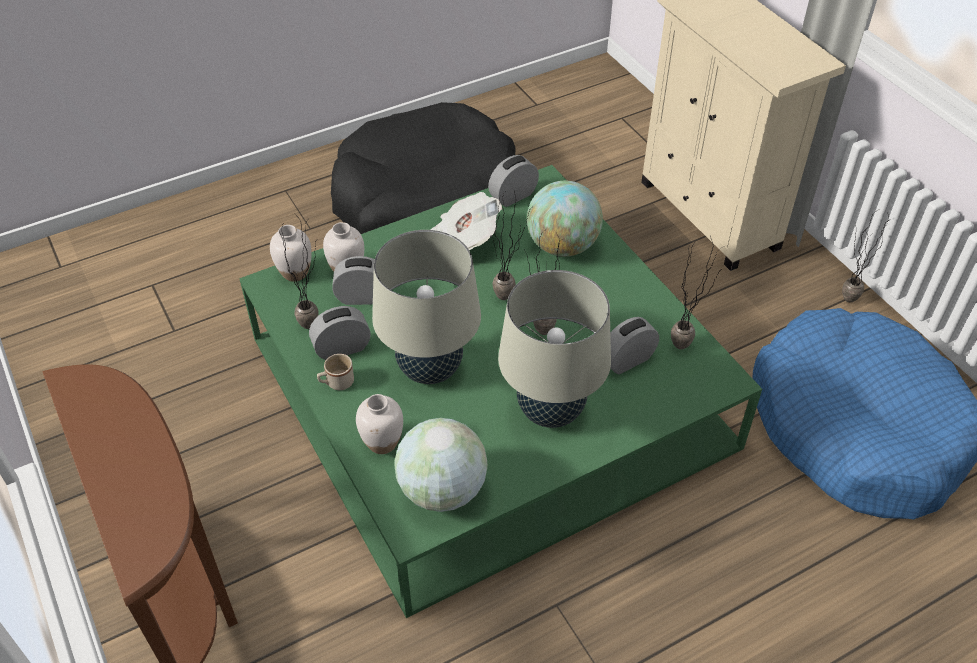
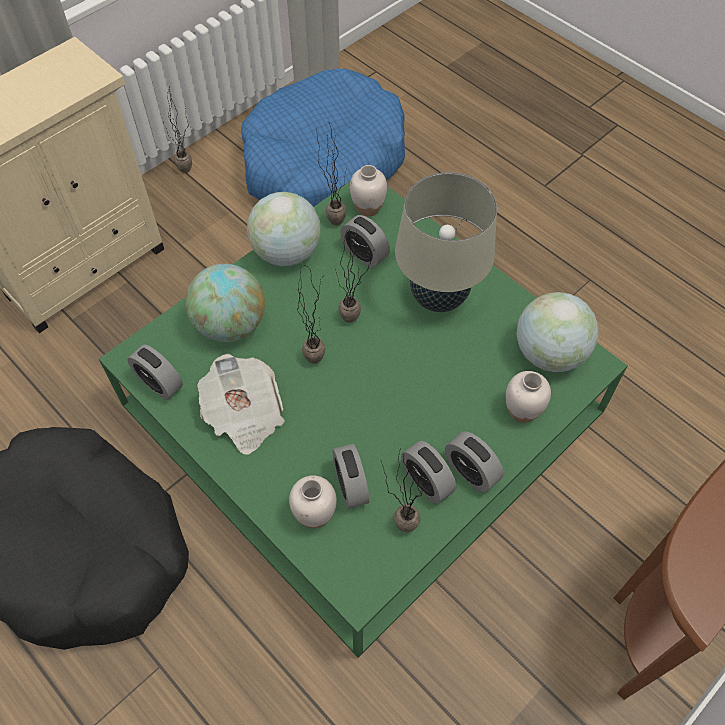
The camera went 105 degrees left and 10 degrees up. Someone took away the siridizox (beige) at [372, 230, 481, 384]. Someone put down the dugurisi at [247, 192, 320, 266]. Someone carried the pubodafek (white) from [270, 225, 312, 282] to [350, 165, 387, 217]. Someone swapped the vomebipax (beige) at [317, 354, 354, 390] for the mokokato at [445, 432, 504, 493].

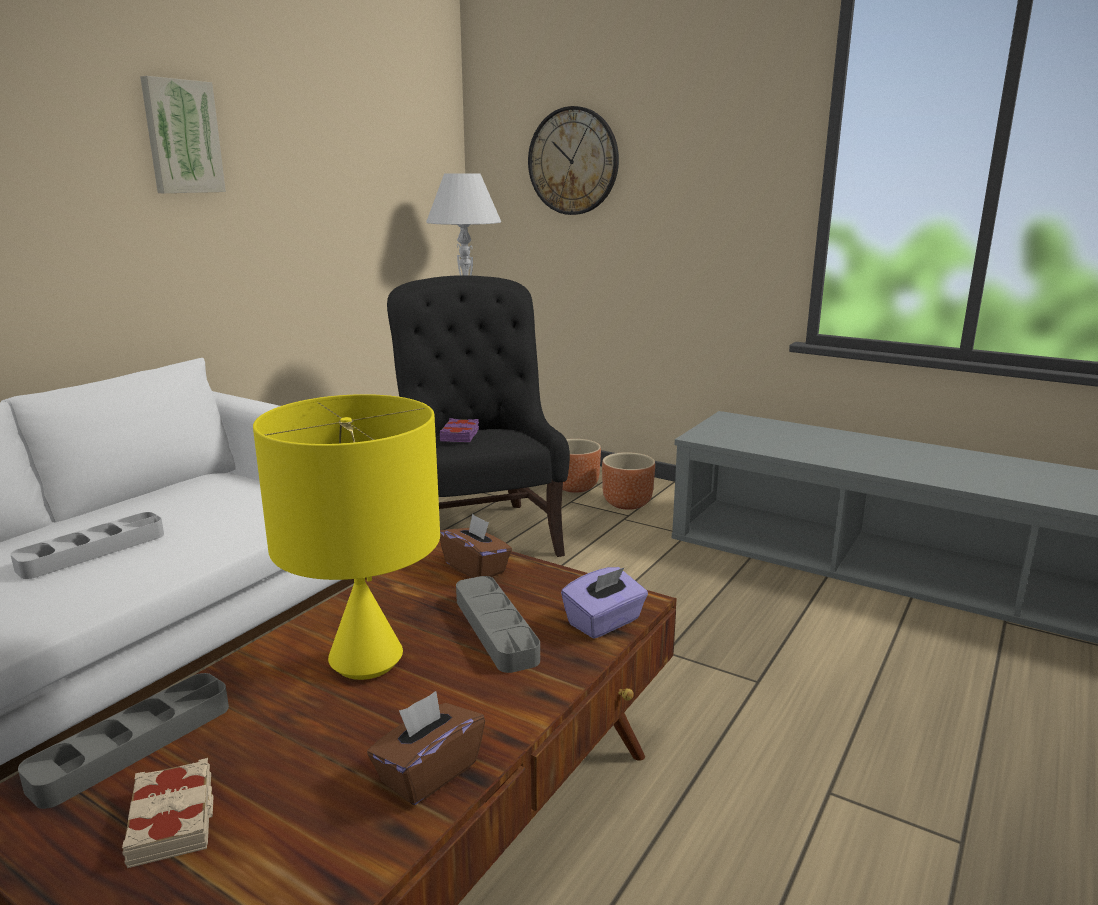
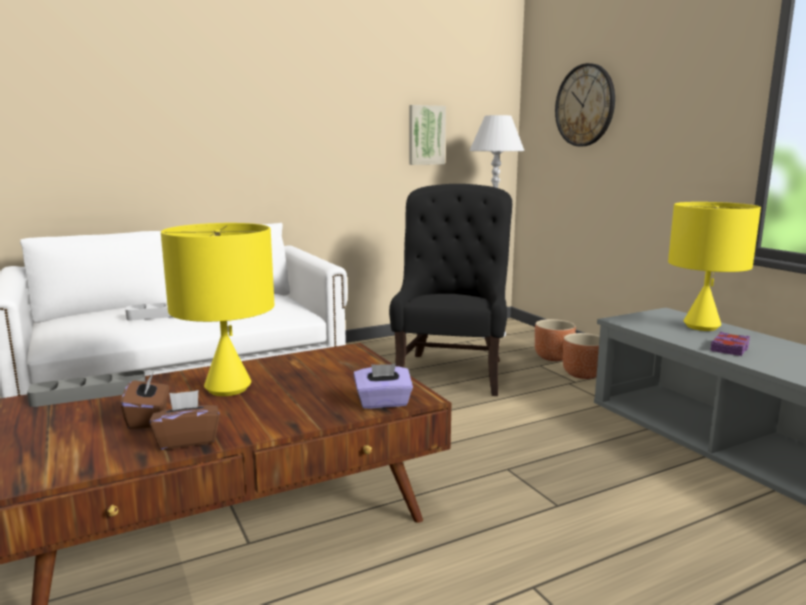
The camera went 30 degrees right and 5 degrees down. Someone took away the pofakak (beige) at [122, 758, 214, 868]. Someone took away the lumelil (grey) at [456, 576, 540, 673]. Someone put down the siridizox (yellow) at [668, 202, 761, 331]. Someone carried the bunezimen from [140, 76, 226, 193] to [409, 105, 446, 165]. Someone carried the pofakak (purple) from [440, 418, 479, 442] to [710, 332, 750, 356]. Someone carried the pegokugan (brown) from [440, 514, 512, 578] to [121, 372, 169, 429].

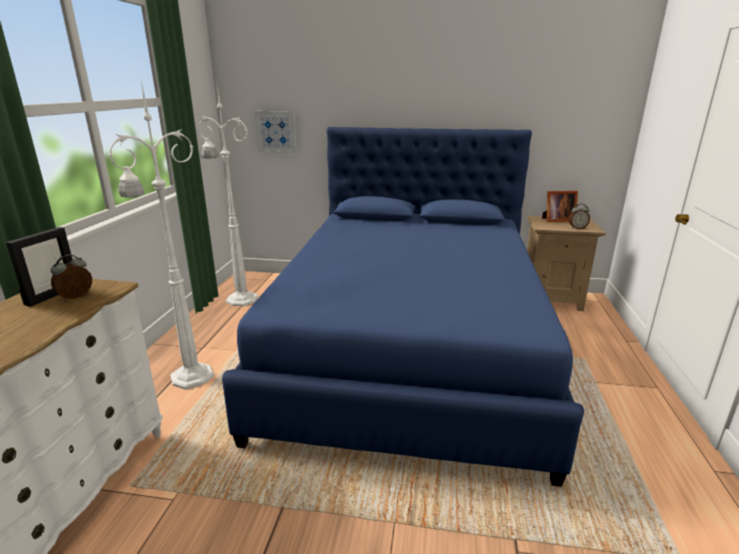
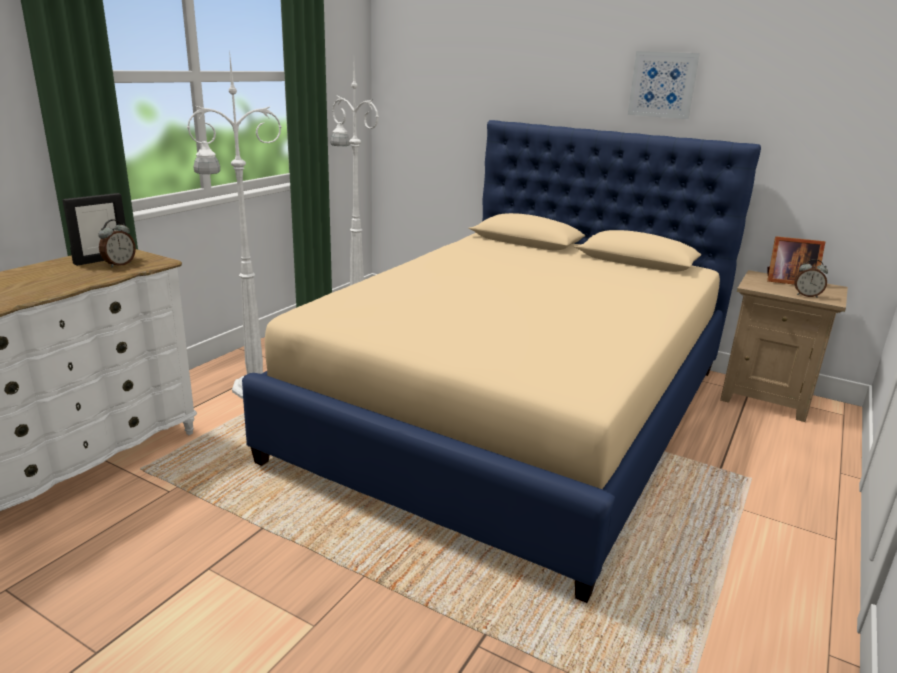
The camera went 20 degrees right and 0 degrees up. Someone carried the bunezimen from [255, 111, 297, 153] to [628, 51, 700, 119]. Someone repainted the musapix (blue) at [222, 127, 584, 487], which became the musapix (beige) at [242, 120, 761, 603]. Someone rotated the mokokato at [51, 254, 92, 300] by 150 degrees clockwise.

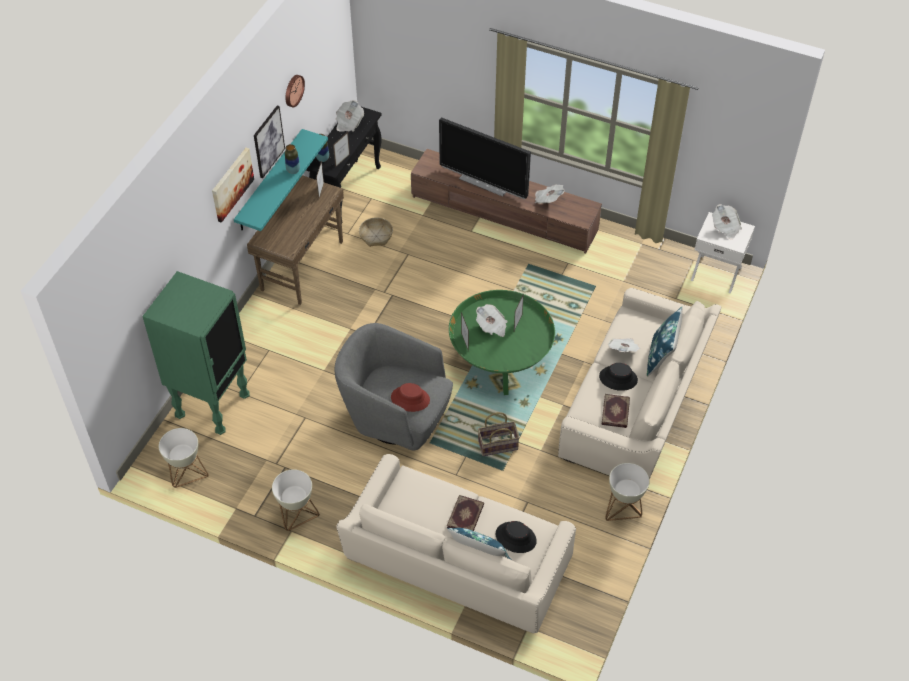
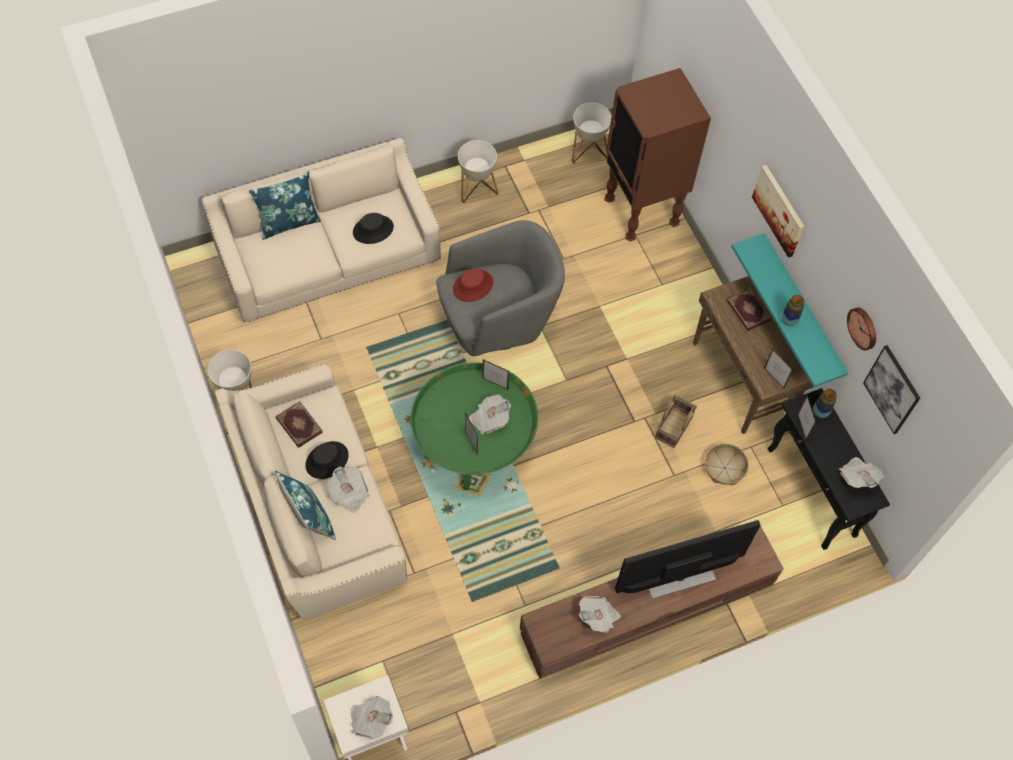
The camera went 130 degrees right and 10 degrees up. Someone carried the bunezimen from [254, 105, 285, 178] to [863, 345, 920, 434]. Someone carried the pofakak from [447, 495, 484, 531] to [727, 288, 772, 331]. Someone carried the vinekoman from [478, 412, 520, 456] to [655, 395, 697, 448]. Someone carried the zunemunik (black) from [496, 521, 537, 553] to [353, 213, 394, 244]. Someone repainted the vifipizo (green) at [142, 271, 250, 435], which became the vifipizo (brown) at [604, 68, 711, 241].

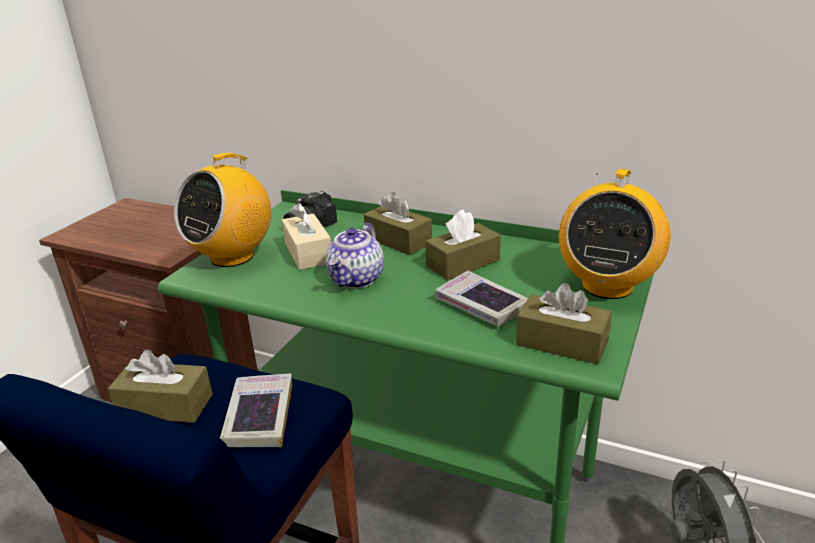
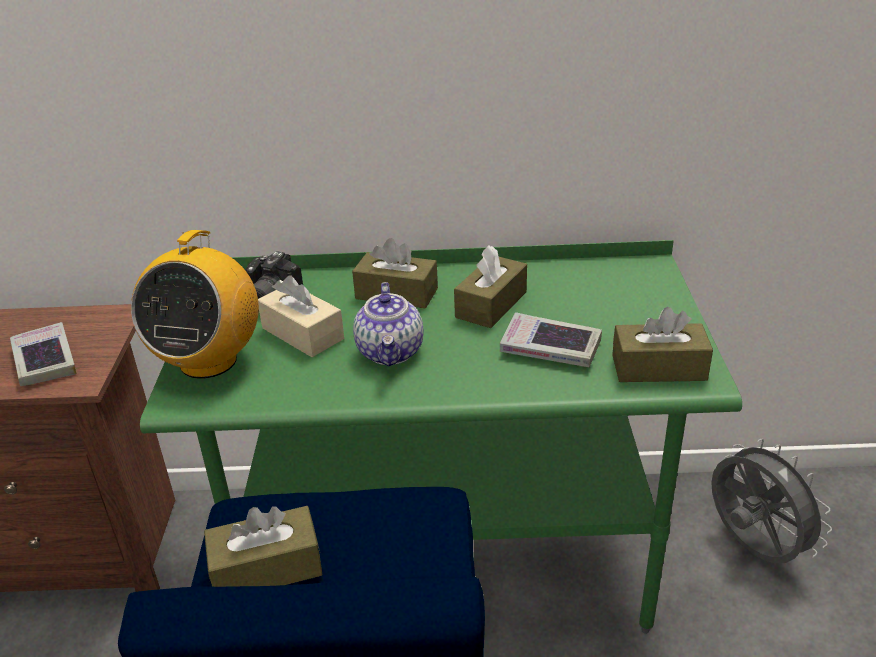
The camera went 25 degrees left and 5 degrees up. Someone took away the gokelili at [559, 169, 670, 299]. Someone carried the pofakak from [220, 373, 292, 447] to [10, 322, 77, 386].

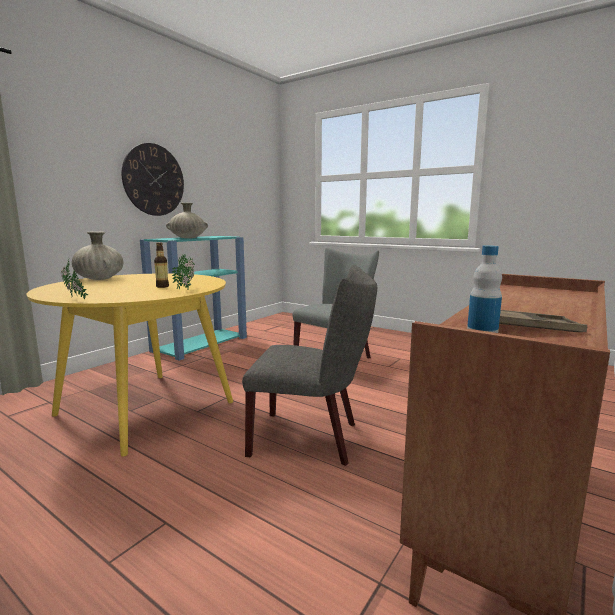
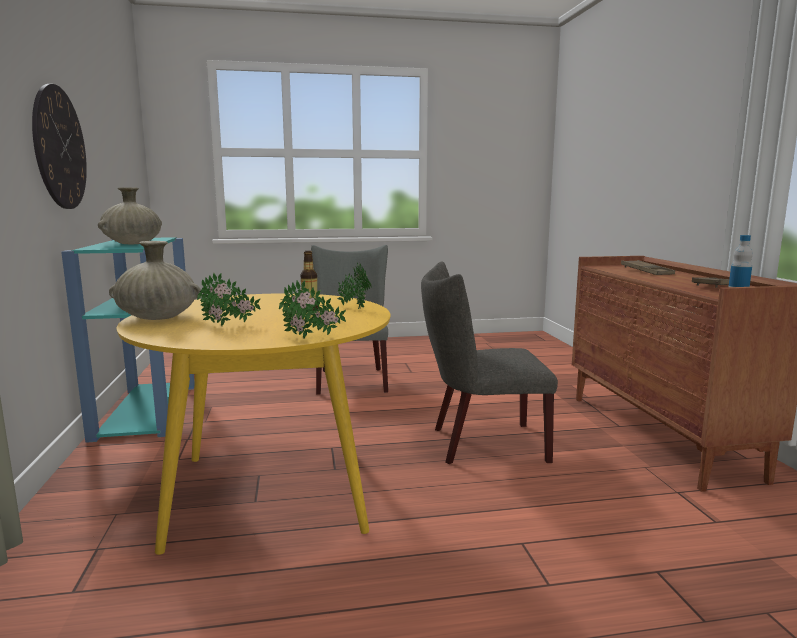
The camera went 45 degrees left and 0 degrees up. Someone put down the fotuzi at [197, 273, 261, 326]. Someone put down the lumelil (brown) at [621, 260, 675, 275]. Someone rotated the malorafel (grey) at [242, 265, 377, 466] by 150 degrees counterclockwise.

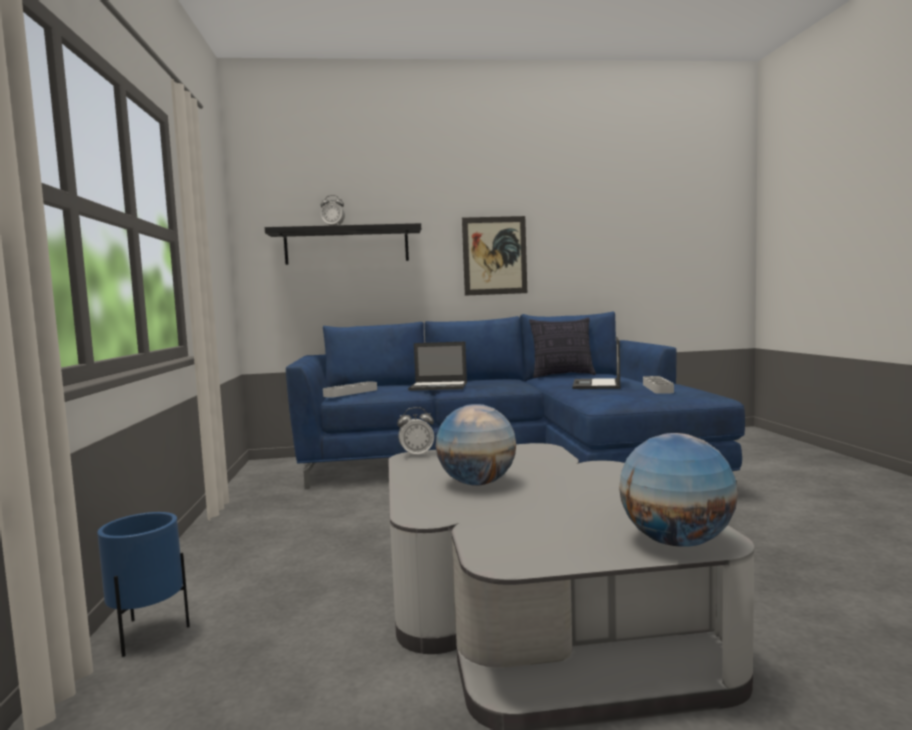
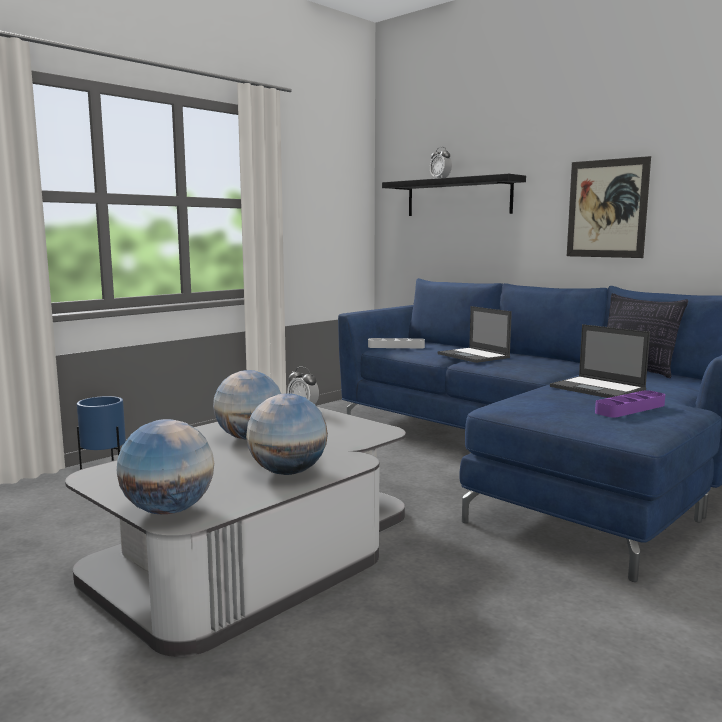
The camera went 50 degrees right and 5 degrees up. Someone put down the dugurisi at [246, 393, 328, 475]. Someone repainted the lumelil (grey) at [643, 376, 674, 394], which became the lumelil (purple) at [595, 390, 665, 418]. Someone rotated the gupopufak at [573, 337, 621, 389] by 105 degrees counterclockwise.

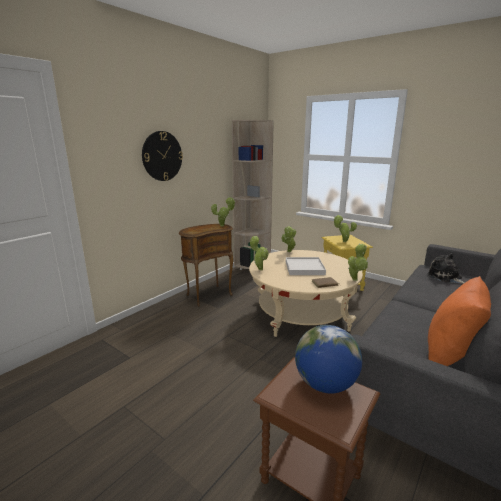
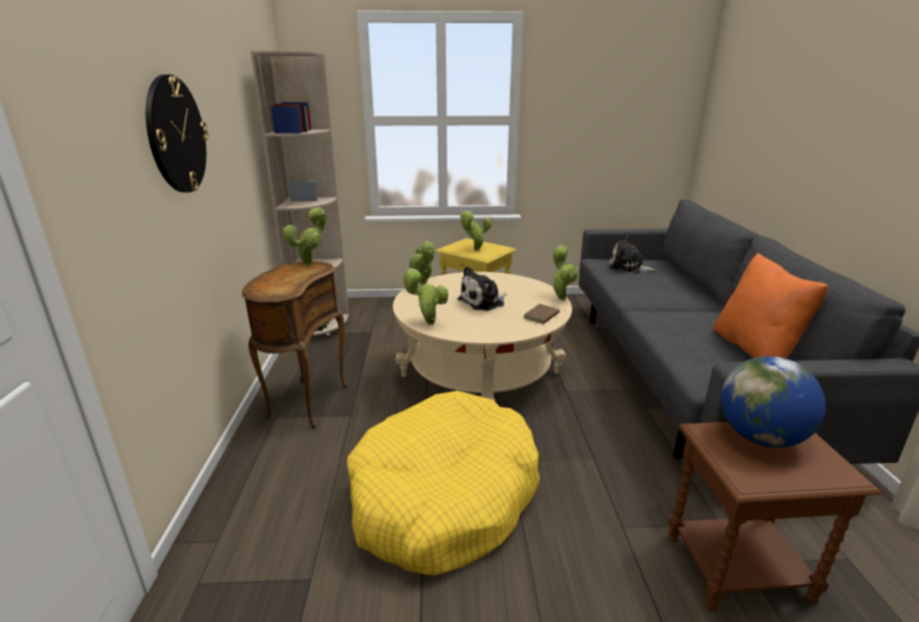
The camera went 40 degrees left and 5 degrees up. Someone put down the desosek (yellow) at [347, 391, 540, 575]. Someone swapped the lumelil (white) at [286, 257, 326, 275] for the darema at [458, 266, 507, 311].

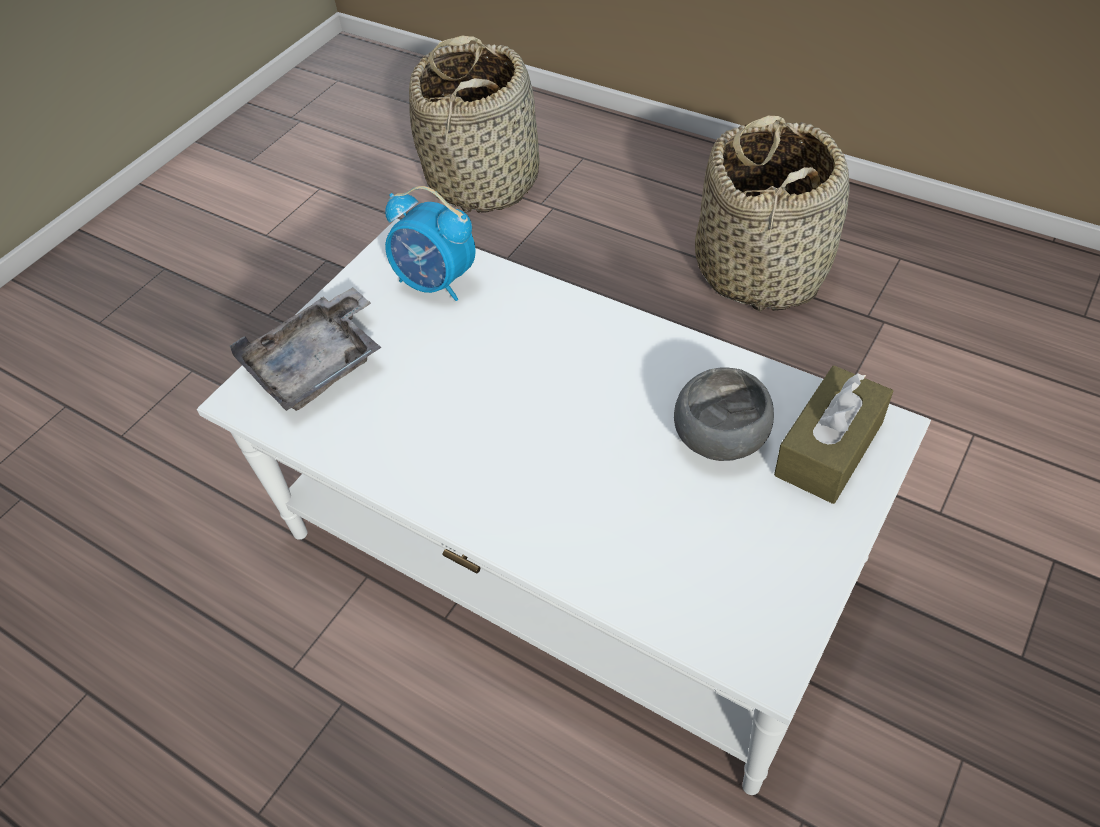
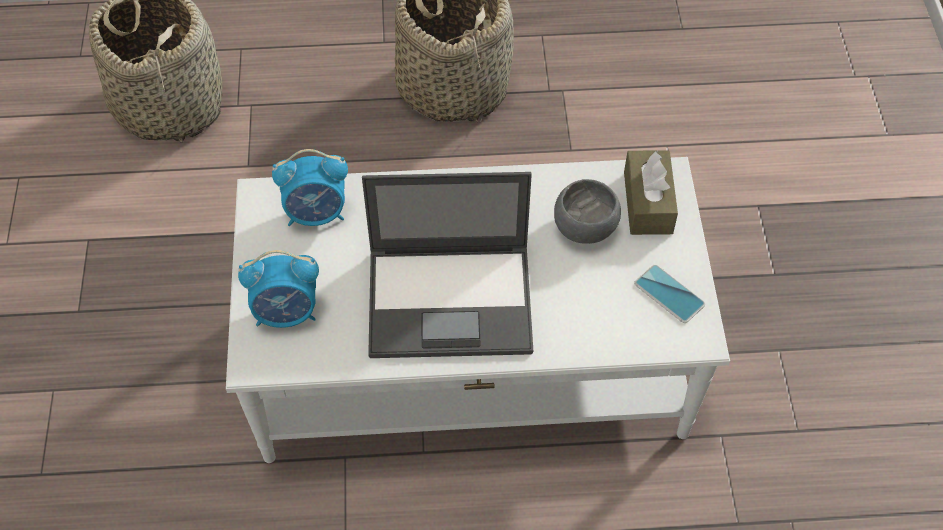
The camera went 40 degrees left and 5 degrees up. Someone put down the gupopufak at [362, 172, 533, 358]. Someone put down the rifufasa at [634, 265, 705, 323]. Someone swapped the lumelil (grey) at [230, 287, 381, 411] for the mokokato at [238, 250, 319, 328].

